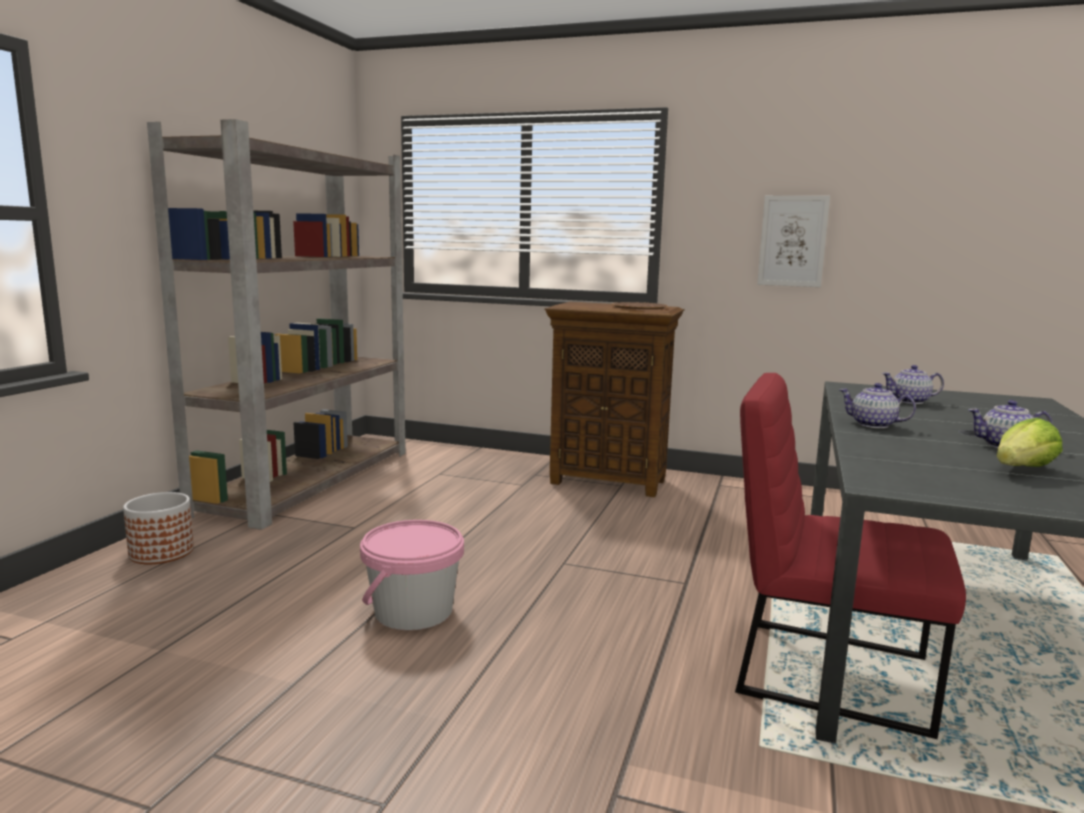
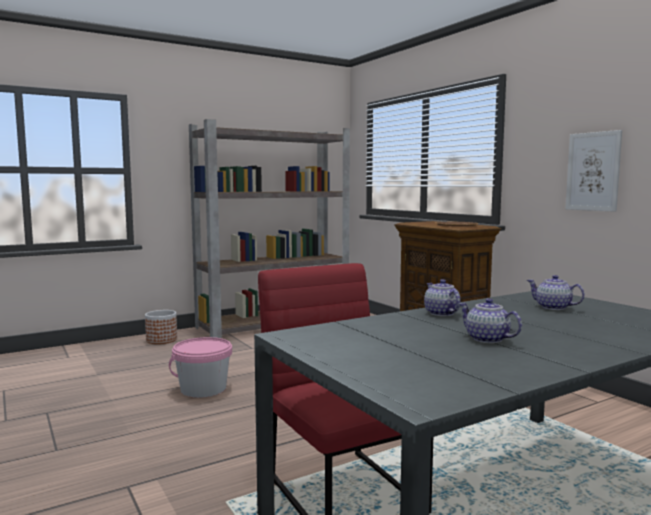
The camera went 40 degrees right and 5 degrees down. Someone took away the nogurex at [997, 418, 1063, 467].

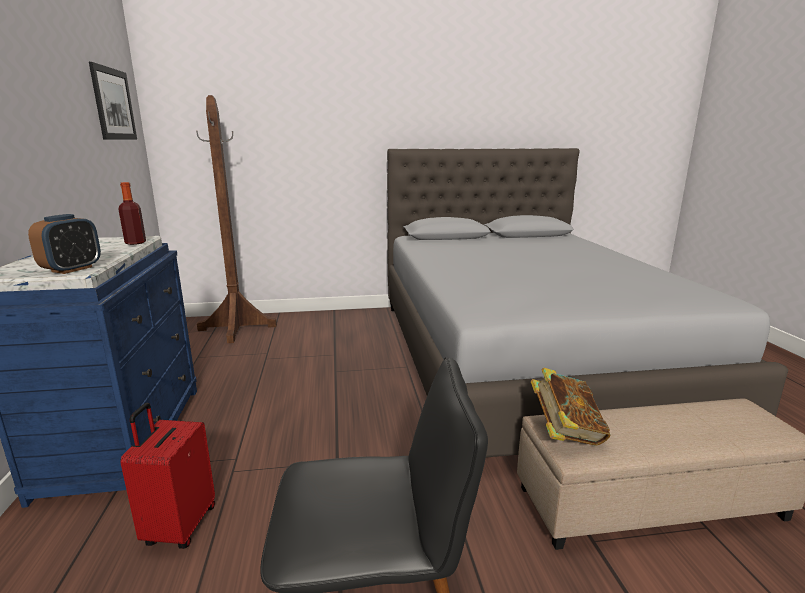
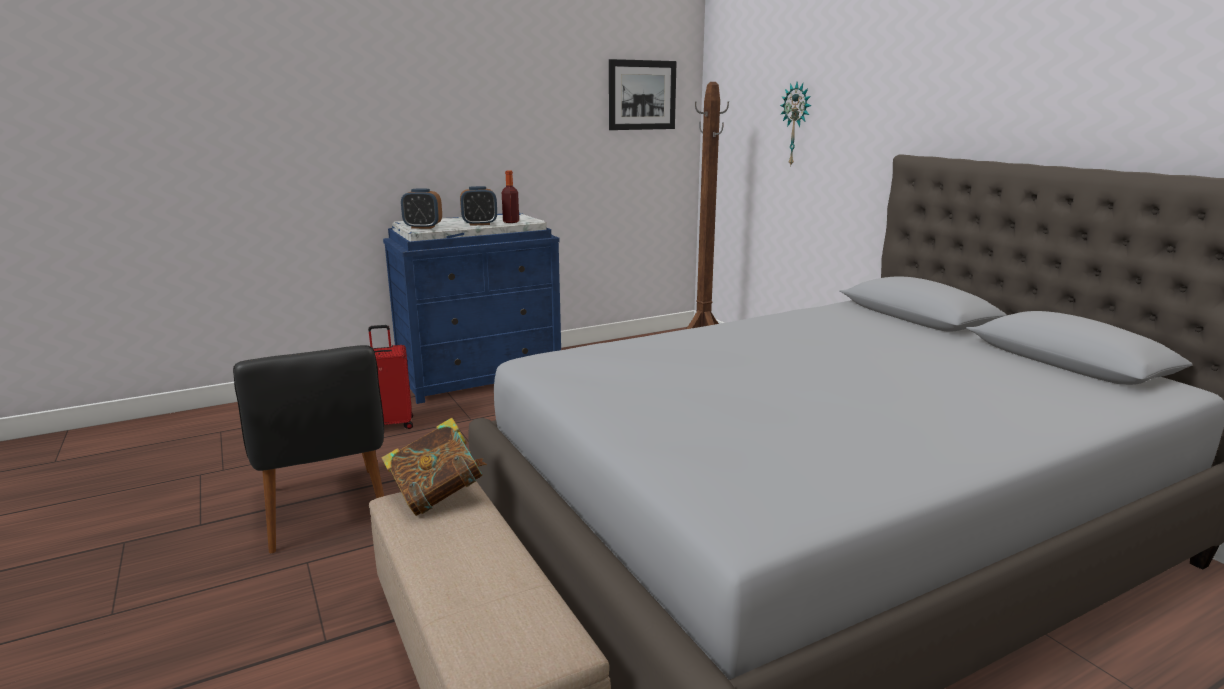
The camera went 70 degrees right and 0 degrees up. Someone put down the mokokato at [460, 186, 497, 226]. Someone put up the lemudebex at [780, 82, 811, 167].

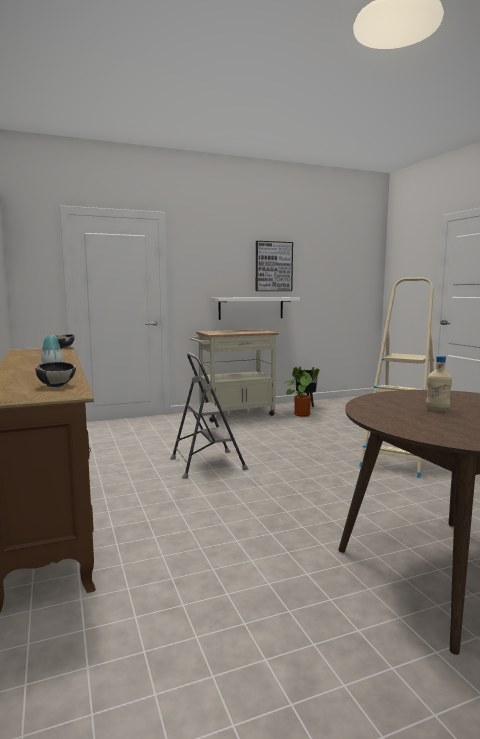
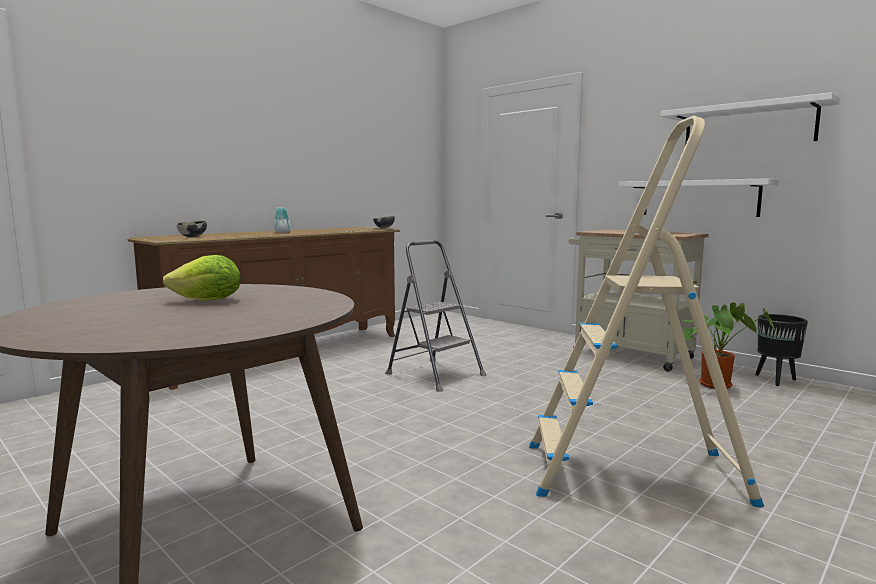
The camera went 65 degrees right and 0 degrees up. Someone swapped the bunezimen at [256, 241, 293, 291] for the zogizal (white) at [660, 92, 840, 143]. Someone swapped the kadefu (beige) at [426, 356, 452, 411] for the nogurex at [163, 255, 241, 300].

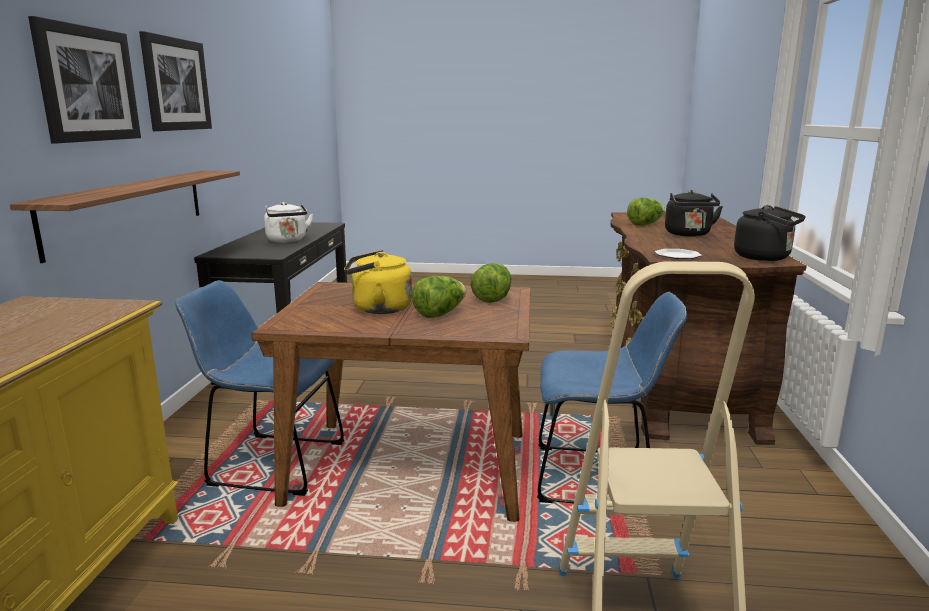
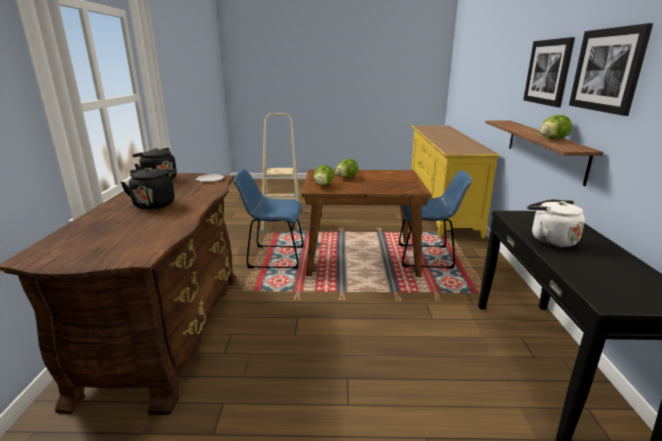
The camera went 175 degrees right and 5 degrees up. Someone took away the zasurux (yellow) at [344, 250, 412, 314]. Someone carried the nogurex from [627, 197, 665, 226] to [540, 115, 572, 139].

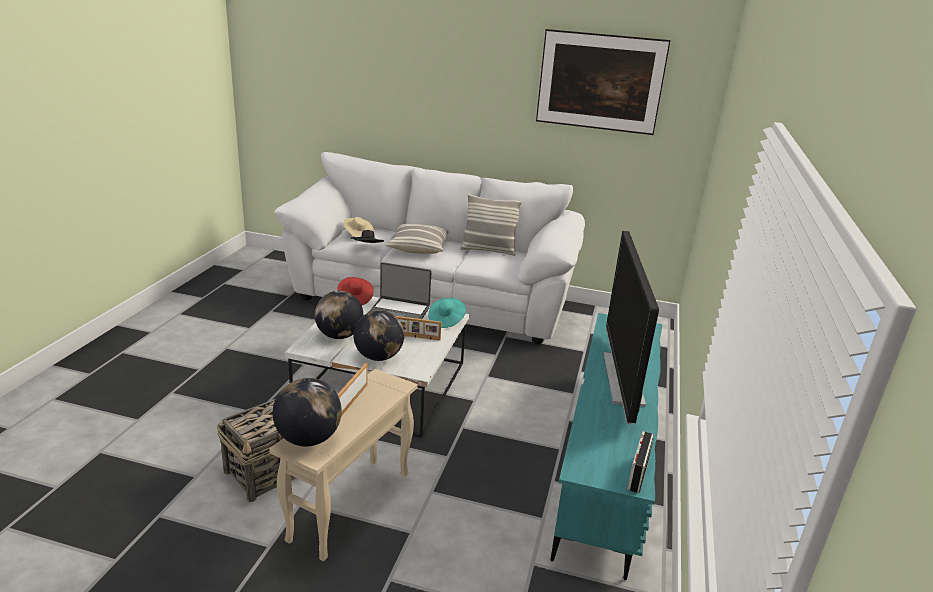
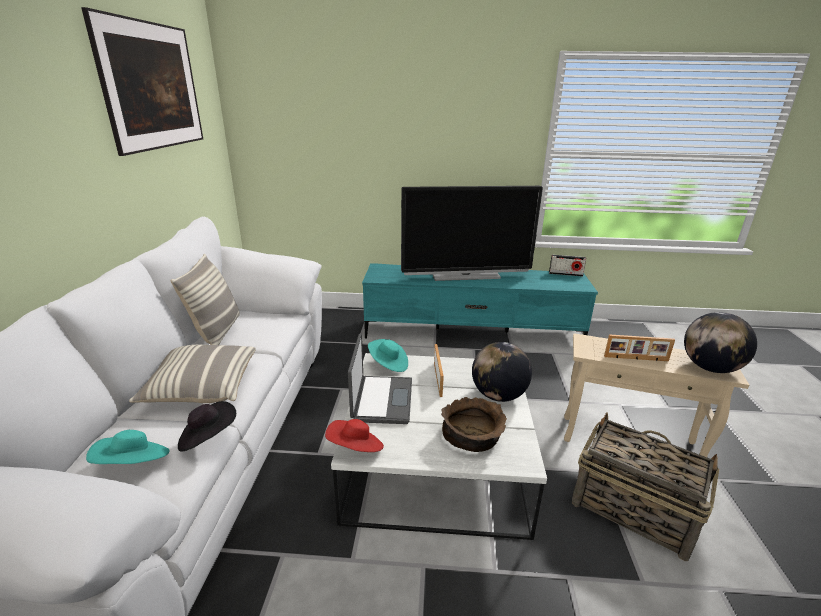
The camera went 100 degrees left and 0 degrees up. Someone swapped the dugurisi at [315, 291, 363, 339] for the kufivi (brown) at [441, 397, 507, 452]. Someone repainted the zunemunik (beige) at [344, 217, 374, 237], which became the zunemunik (turquoise) at [86, 430, 170, 464].

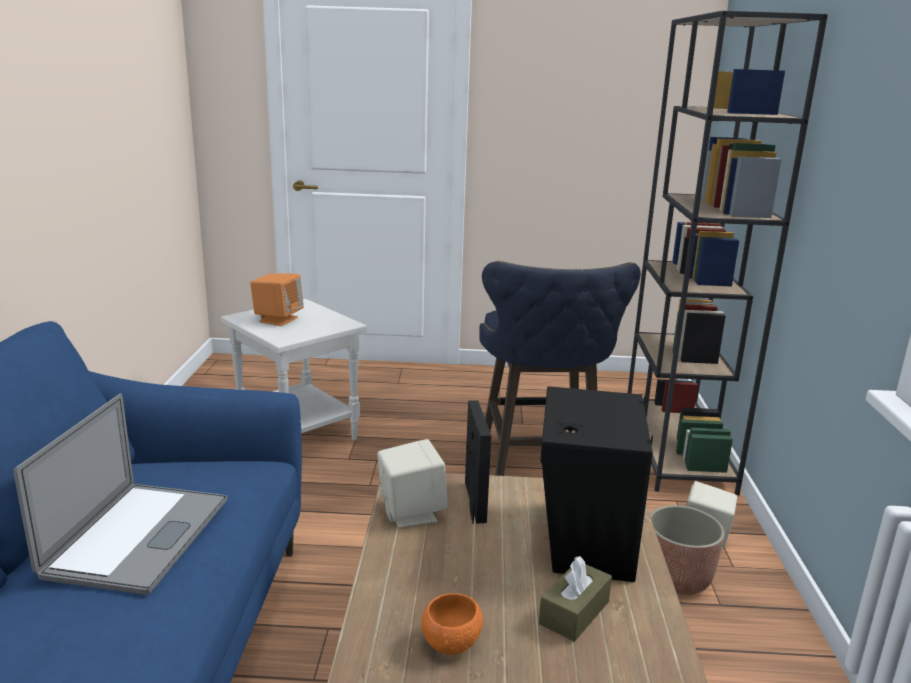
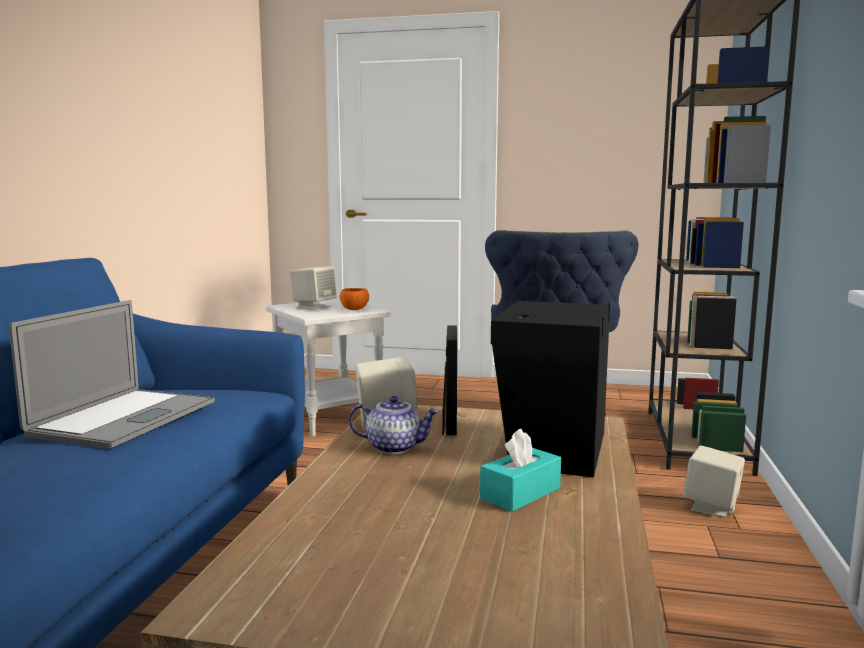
The camera went 10 degrees right and 10 degrees down. Someone took away the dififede at [650, 505, 725, 595]. Someone put down the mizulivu at [349, 396, 439, 454]. Someone carried the kufivi (orange) from [421, 593, 483, 655] to [340, 288, 369, 310]. Someone repainted the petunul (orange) at [250, 273, 304, 326], which became the petunul (beige) at [290, 266, 337, 310]. Someone repainted the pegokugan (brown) at [539, 556, 612, 642], which became the pegokugan (turquoise) at [480, 429, 561, 512].

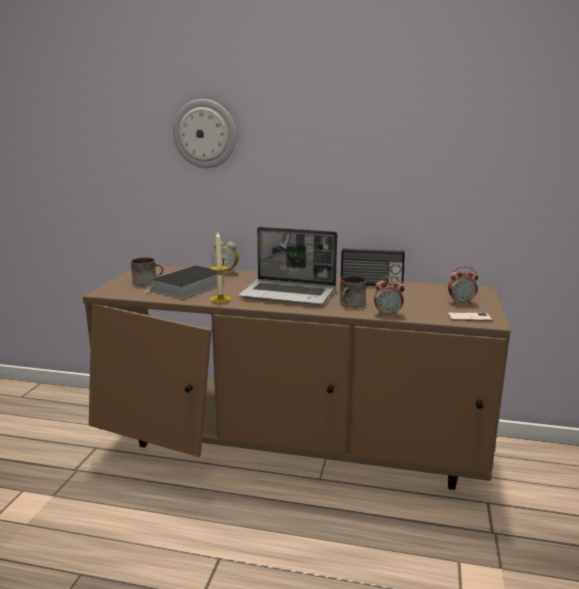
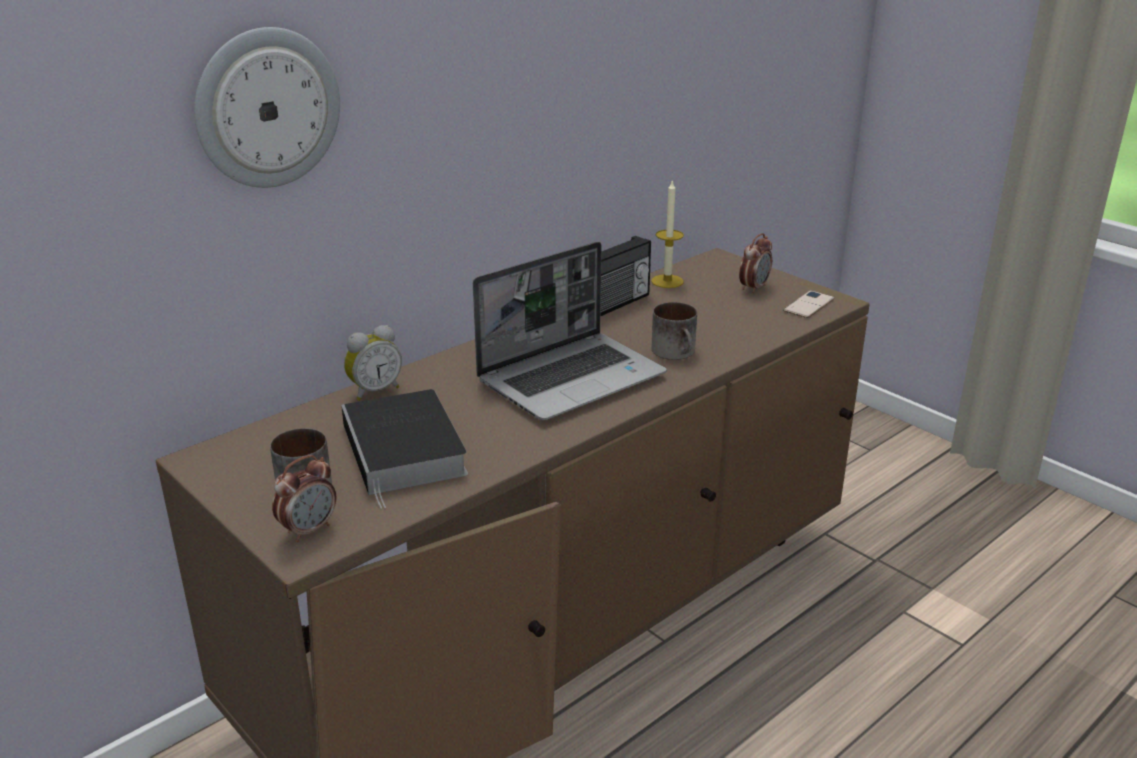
The camera went 55 degrees left and 10 degrees up. Someone carried the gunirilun from [210, 232, 231, 303] to [651, 179, 684, 288]. Someone carried the mokokato from [374, 276, 405, 317] to [272, 455, 337, 542].

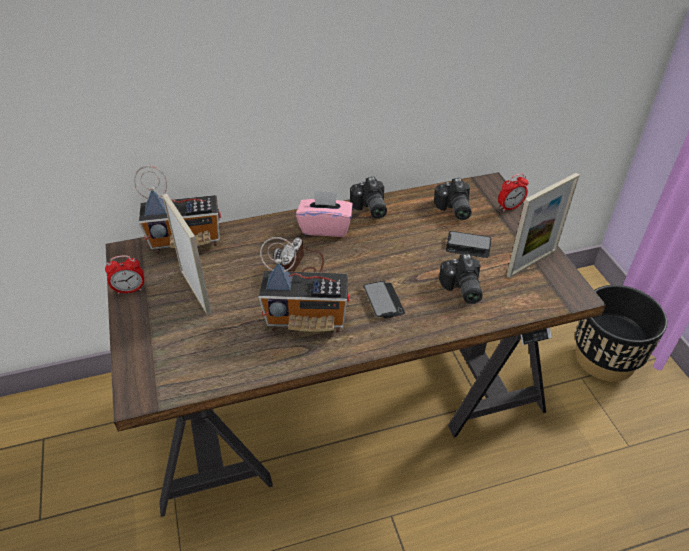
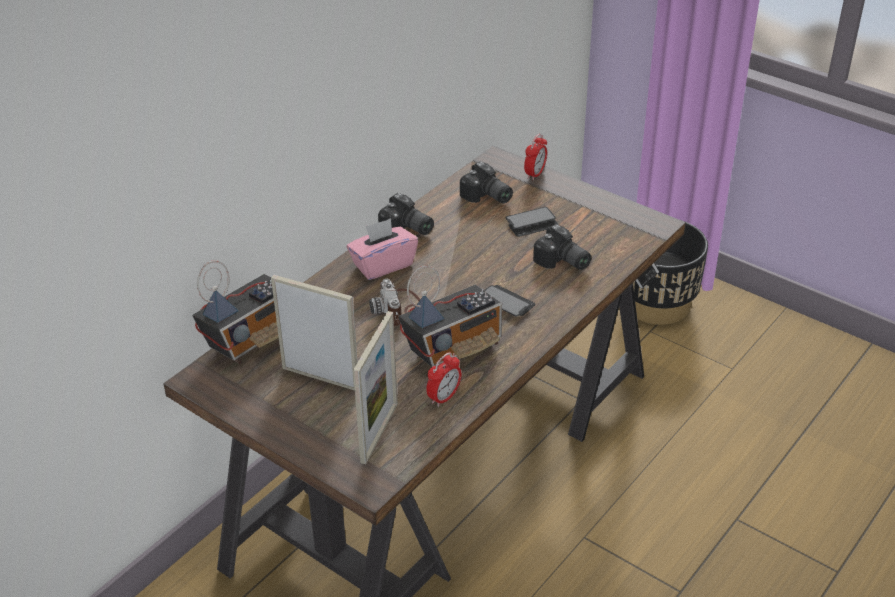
The camera went 35 degrees left and 5 degrees down. Someone carried the mokokato from [105, 255, 144, 295] to [426, 352, 462, 407]. Someone carried the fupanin from [506, 173, 580, 278] to [353, 311, 398, 464].

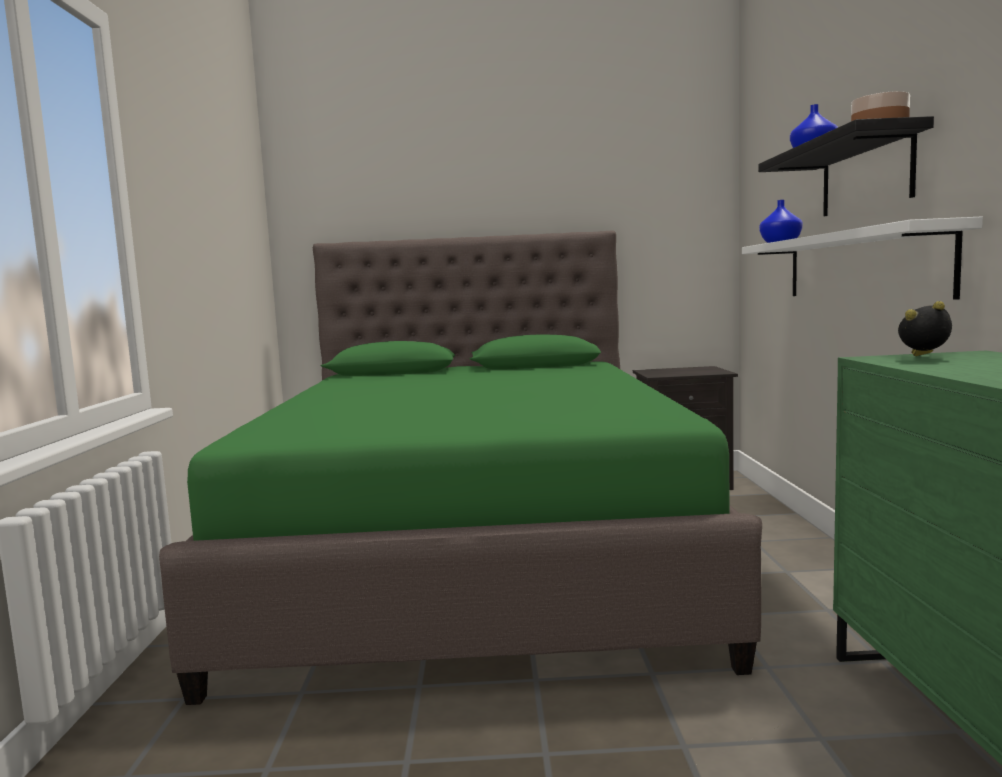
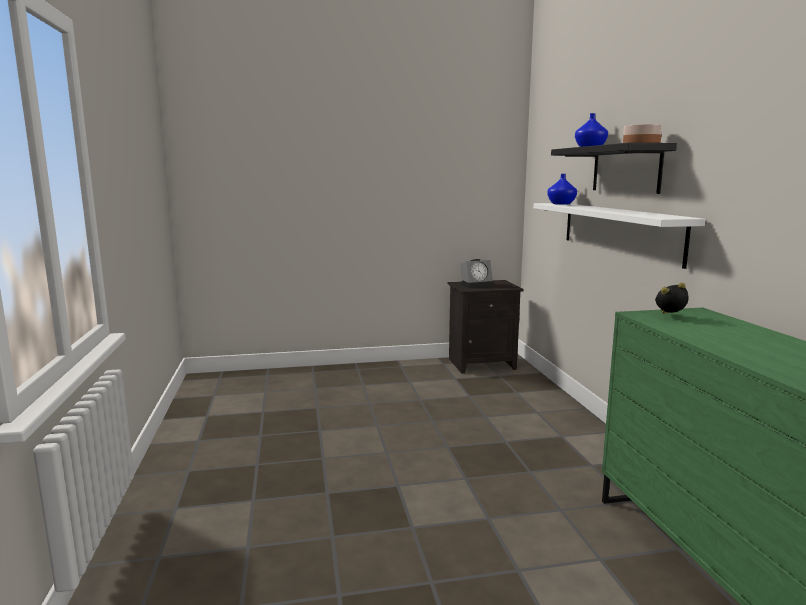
The camera went 10 degrees left and 5 degrees up. Someone took away the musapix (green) at [159, 231, 762, 705]. Someone put down the mokokato at [460, 259, 493, 288].

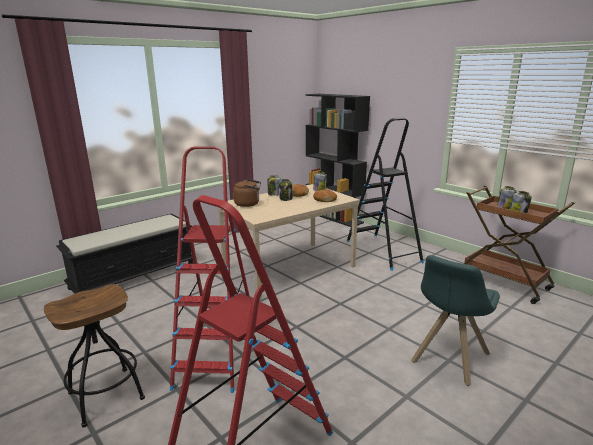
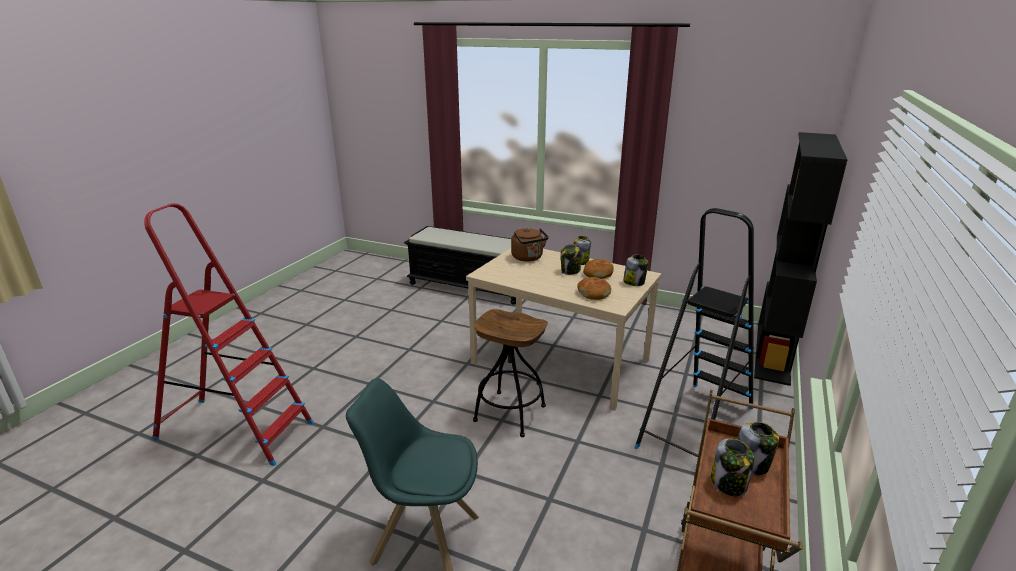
The camera went 65 degrees right and 5 degrees up. Someone took away the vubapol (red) at [170, 146, 250, 393]. Someone carried the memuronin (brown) from [44, 284, 145, 427] to [473, 309, 548, 437].

